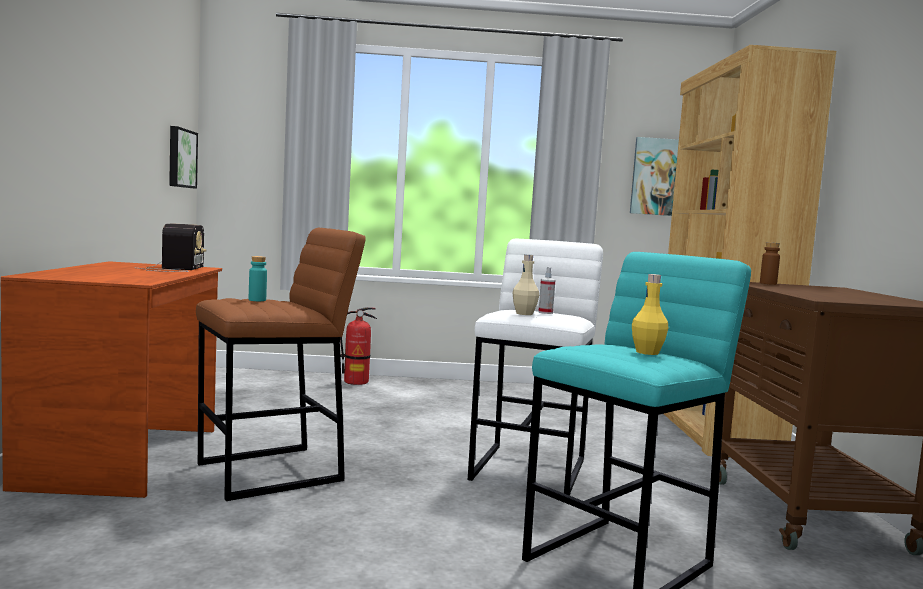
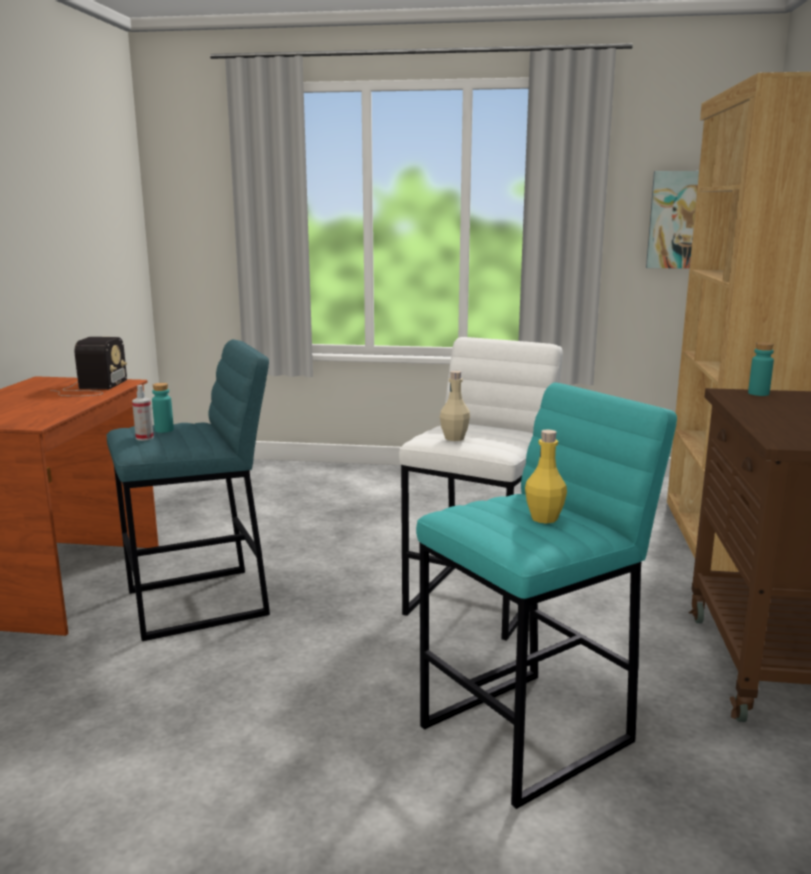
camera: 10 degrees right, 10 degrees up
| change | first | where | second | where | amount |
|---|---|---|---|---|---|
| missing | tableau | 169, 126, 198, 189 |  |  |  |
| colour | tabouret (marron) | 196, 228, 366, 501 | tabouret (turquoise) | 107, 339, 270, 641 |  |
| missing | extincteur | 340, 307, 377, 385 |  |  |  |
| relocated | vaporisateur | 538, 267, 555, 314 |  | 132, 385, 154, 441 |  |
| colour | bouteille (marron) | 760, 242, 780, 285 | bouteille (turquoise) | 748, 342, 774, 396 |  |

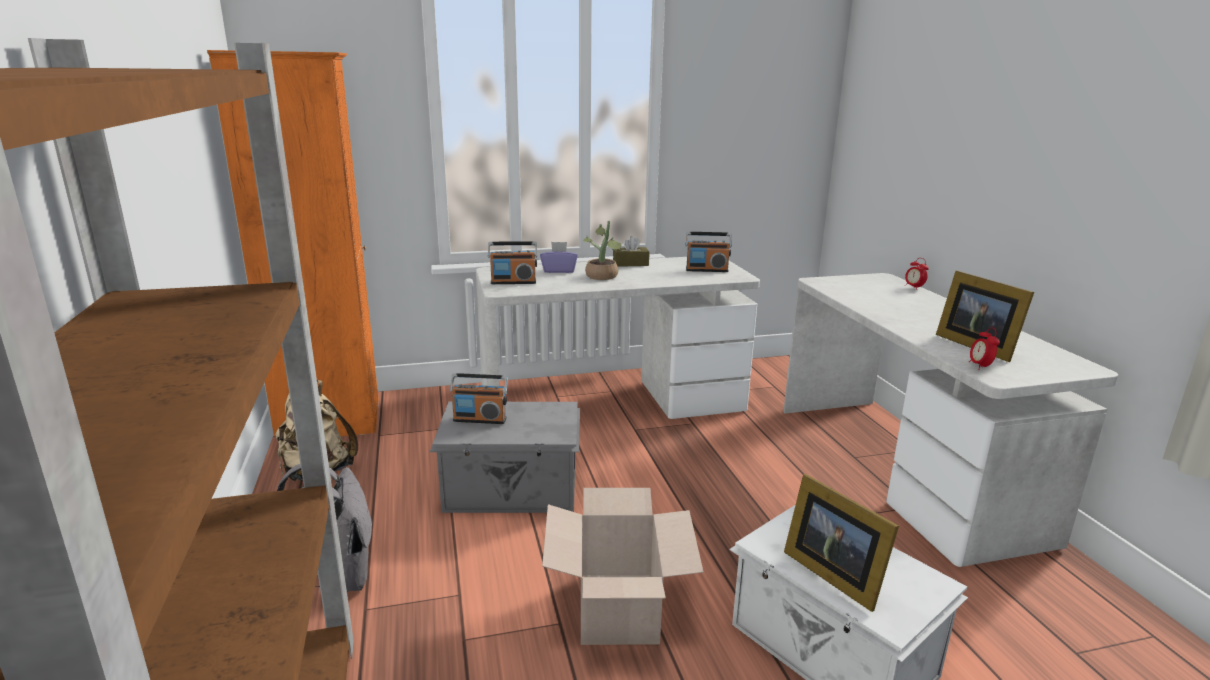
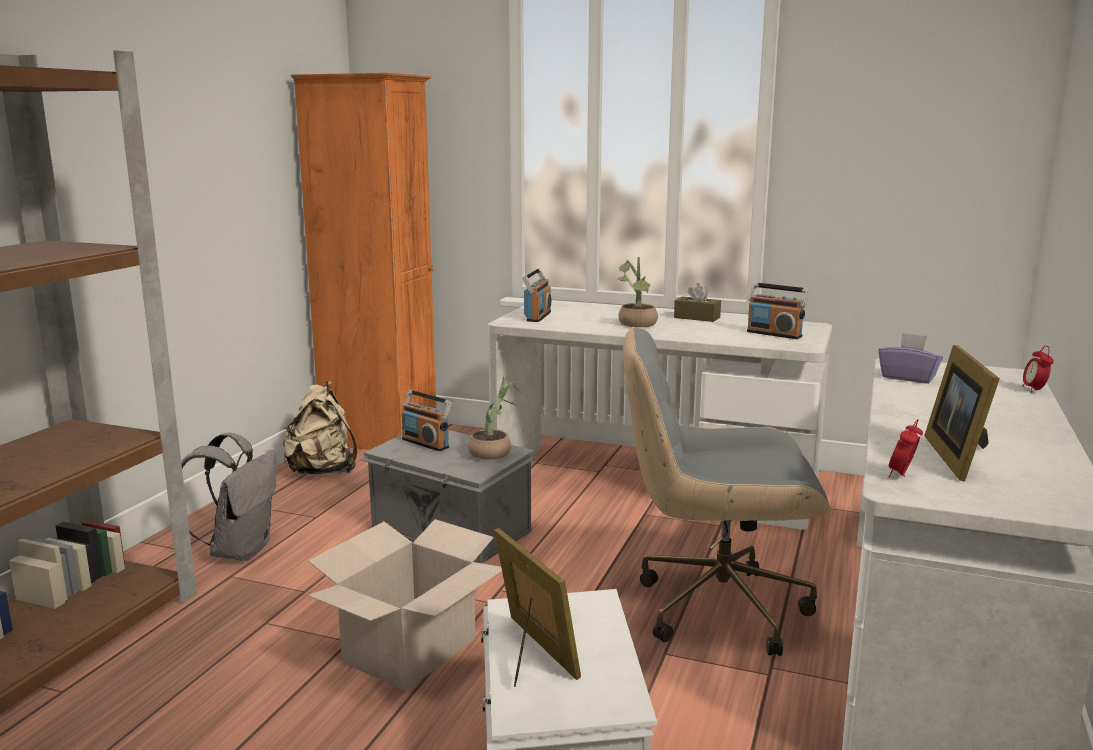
camera: 35 degrees right, 5 degrees down
| change | first | where | second | where | amount |
|---|---|---|---|---|---|
| spun | radio | 488, 241, 538, 284 |  | 522, 269, 552, 322 | 105 degrees counterclockwise |
| relocated | boîte à mouchoirs (violet) | 540, 242, 578, 273 |  | 878, 333, 943, 384 |  |
| spun | cadre photo | 784, 474, 899, 612 |  | 494, 528, 581, 687 | 150 degrees clockwise |
| appeared |  |  | plante en pot | 468, 376, 520, 460 |  |
| appeared |  |  | chaise de bureau (gris) | 623, 327, 830, 656 |  |

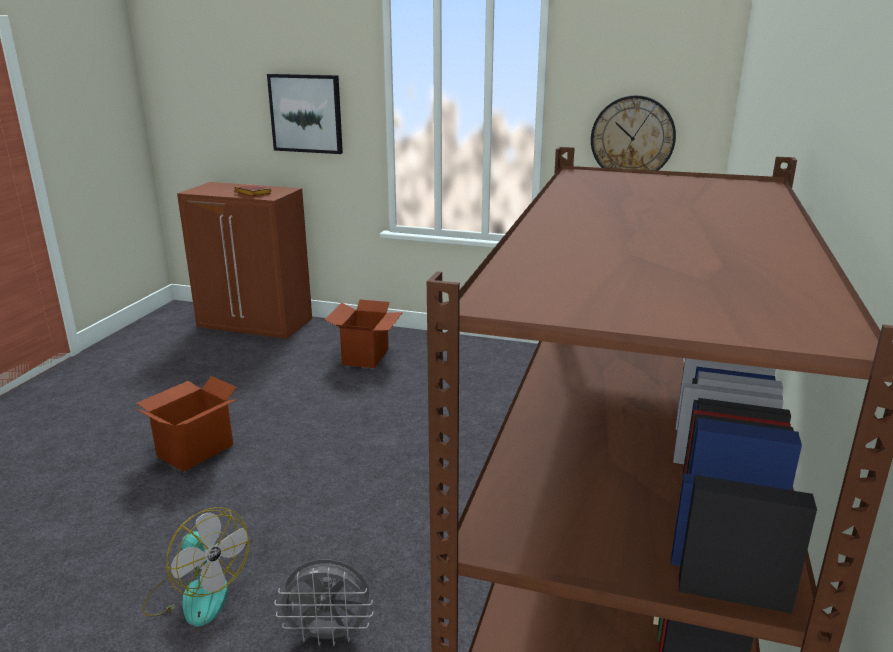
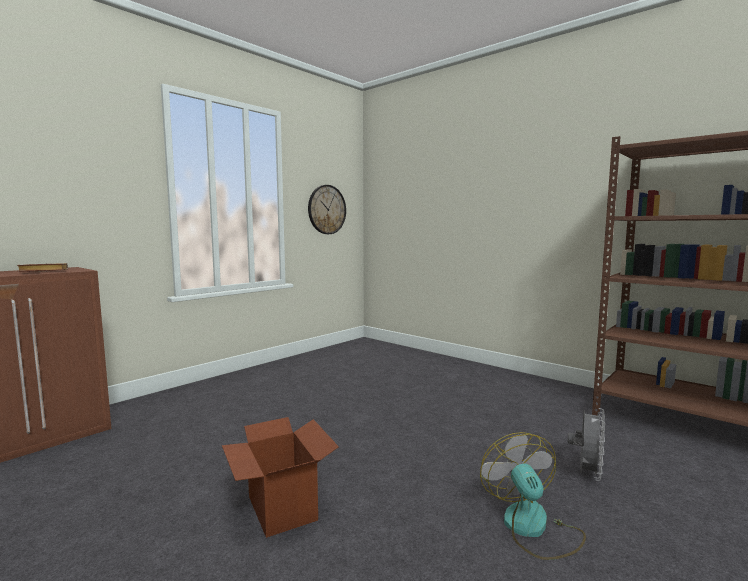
camera: 65 degrees left, 15 degrees down
| change | first | where | second | where | amount |
|---|---|---|---|---|---|
| spun | ventilateur | 142, 507, 249, 626 |  | 480, 432, 586, 560 | 75 degrees counterclockwise |
| missing | tableau | 267, 74, 343, 154 |  |  |  |
| missing | carton | 325, 299, 403, 368 |  |  |  |

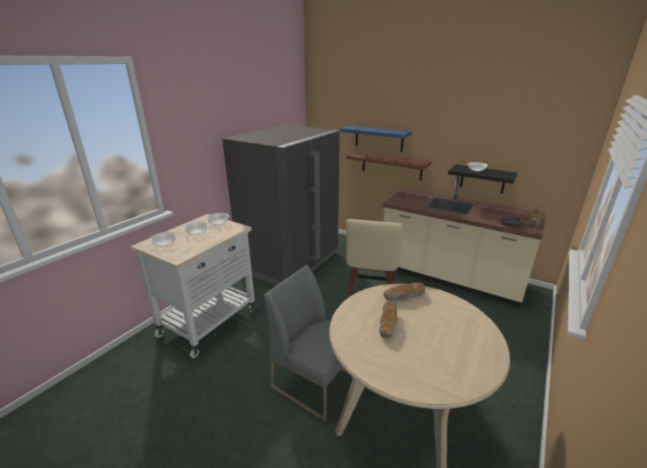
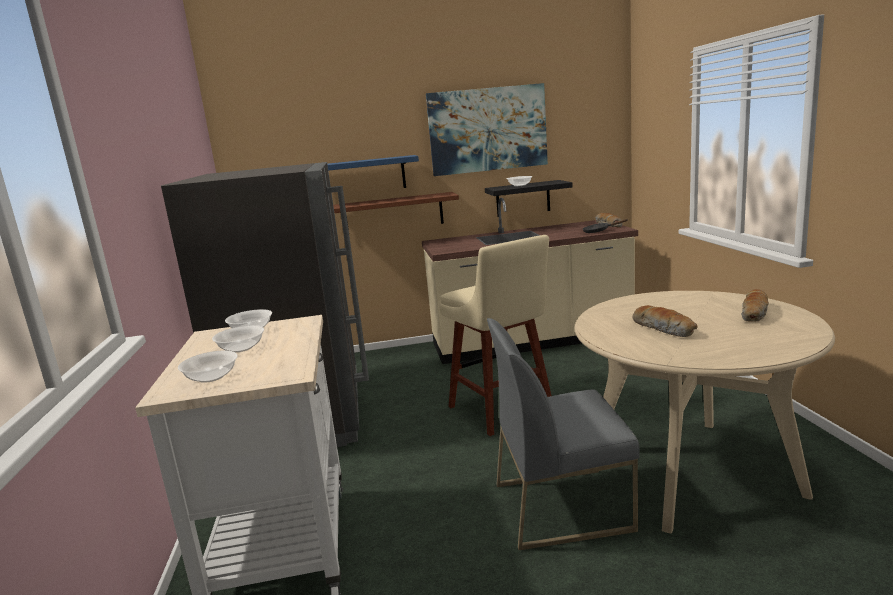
camera: 40 degrees left, 10 degrees down
| change | first | where | second | where | amount |
|---|---|---|---|---|---|
| relocated | pain | 384, 282, 425, 301 |  | 741, 289, 769, 322 |  |
| appeared |  |  | tableau | 426, 83, 548, 176 |  |

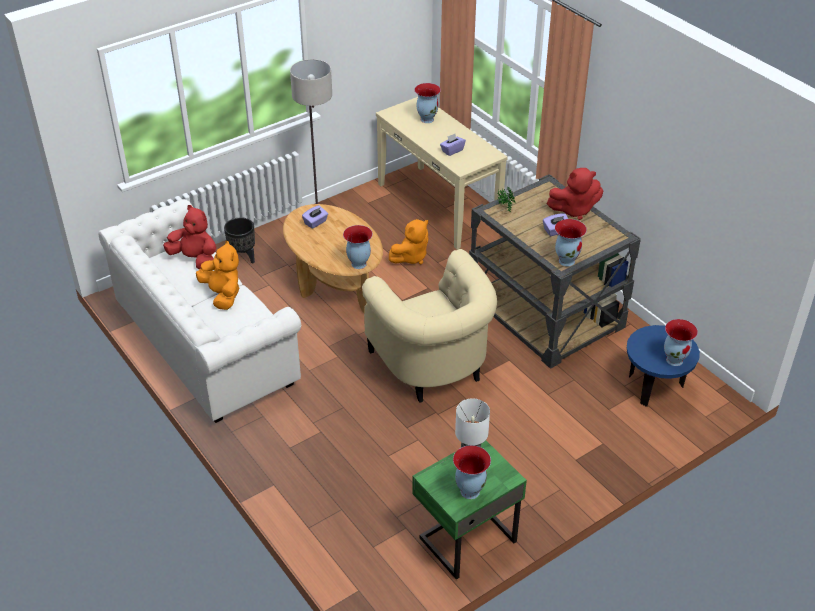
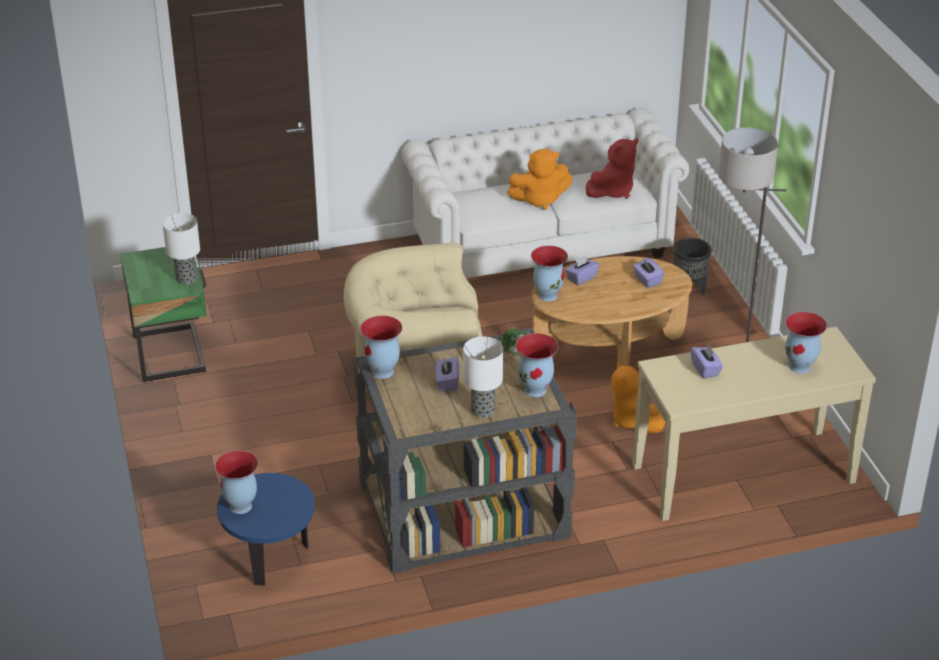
camera: 110 degrees right, 5 degrees down
| change | first | where | second | where | amount |
|---|---|---|---|---|---|
| relocated | vase | 453, 445, 491, 499 |  | 515, 333, 558, 397 |  |
| exchanged | peluche (rouge) | 547, 168, 603, 220 | lampe de table | 463, 336, 503, 418 |  |
| appeared |  |  | boîte à mouchoirs (violet) | 565, 255, 599, 285 |  |

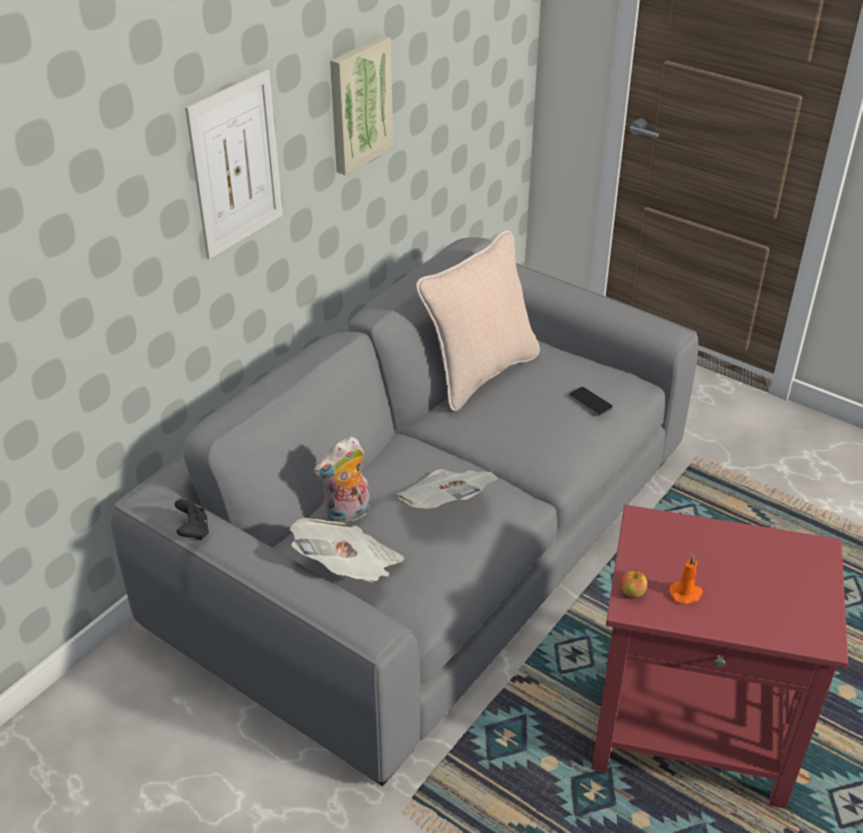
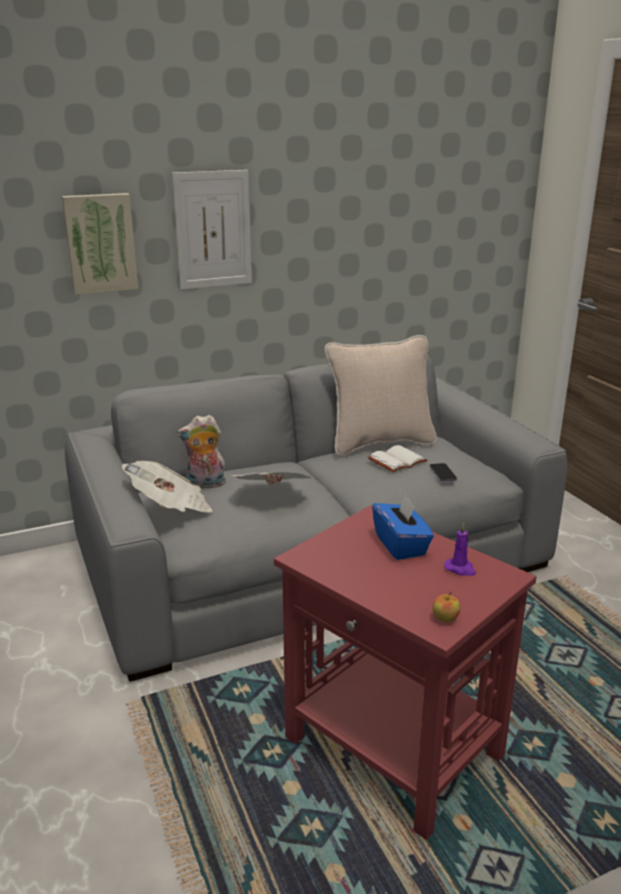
camera: 30 degrees right, 15 degrees down
| change | first | where | second | where | amount |
|---|---|---|---|---|---|
| missing | manette (noir) | 174, 499, 209, 540 |  |  |  |
| relocated | tableau | 330, 35, 393, 175 |  | 62, 193, 138, 295 |  |
| relocated | pomme | 620, 570, 647, 598 |  | 433, 592, 460, 622 |  |
| missing | bougie (orange) | 669, 555, 703, 604 |  |  |  |
| appeared |  |  | livre (blanc) | 368, 445, 428, 472 |  |
| appeared |  |  | boîte à mouchoirs (bleu) | 372, 494, 434, 560 |  |
| appeared |  |  | bougie (violet) | 444, 523, 476, 576 |  |

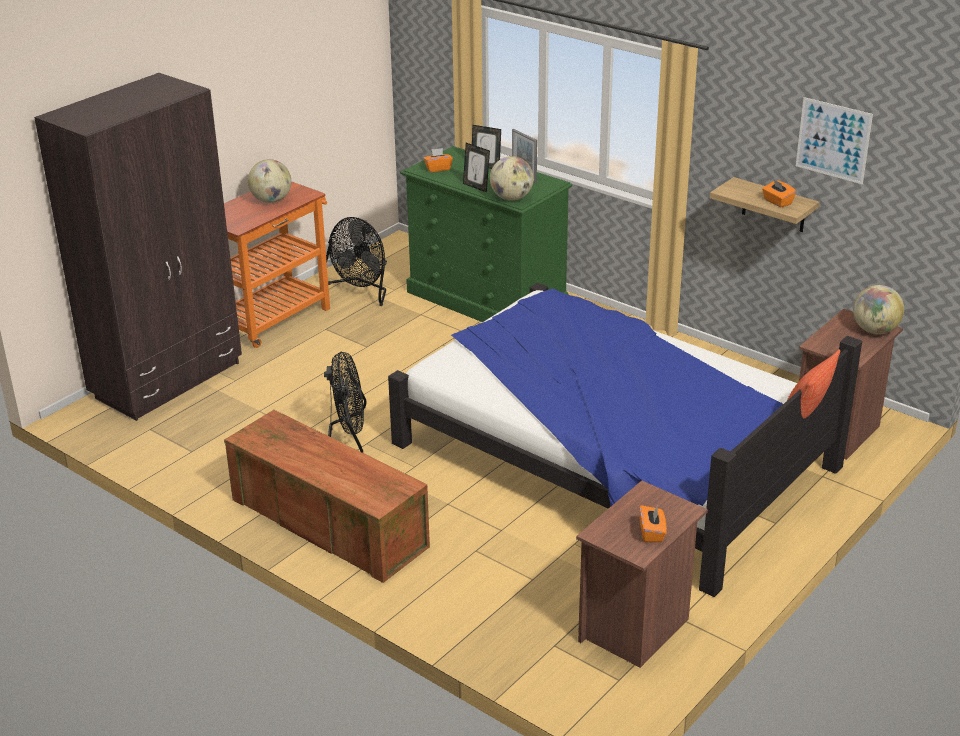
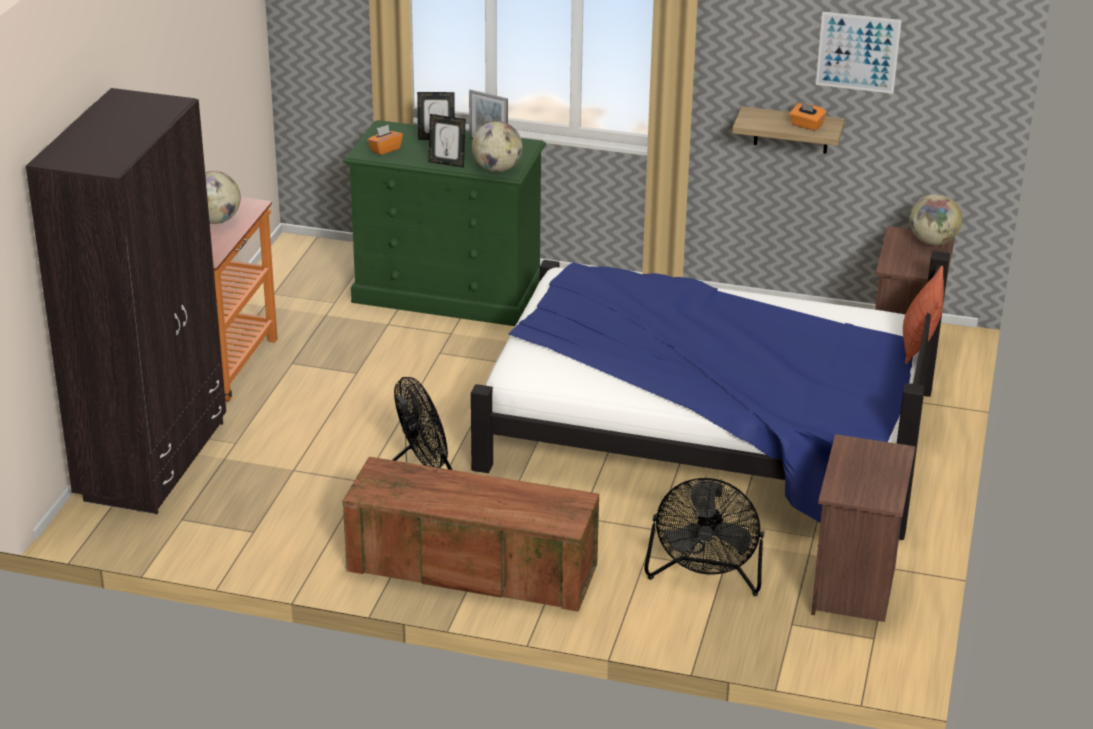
camera: 25 degrees left, 0 degrees up
| change | first | where | second | where | amount |
|---|---|---|---|---|---|
| relocated | ventilateur (noir) | 326, 217, 387, 306 |  | 644, 477, 764, 596 |  |
| missing | boîte à mouchoirs (orange) | 639, 505, 667, 542 |  |  |  |

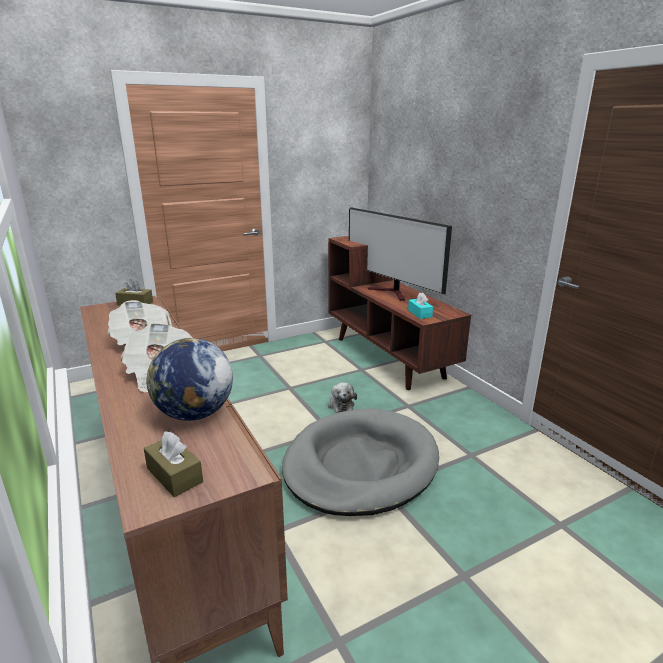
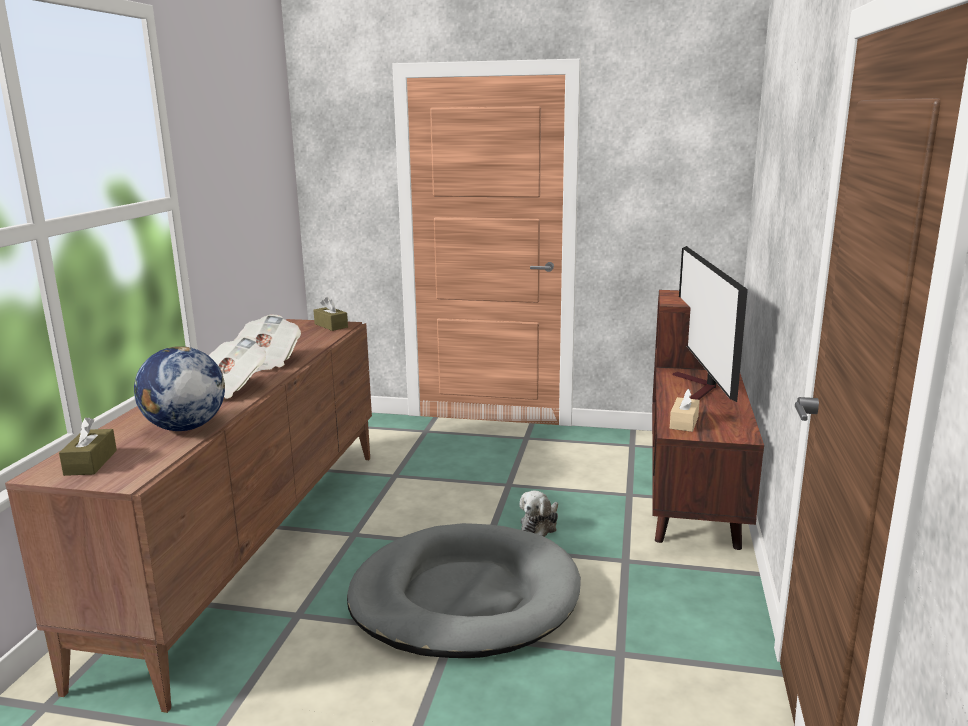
camera: 40 degrees right, 5 degrees down
| change | first | where | second | where | amount |
|---|---|---|---|---|---|
| colour | boîte à mouchoirs (turquoise) | 408, 292, 433, 319 | boîte à mouchoirs (beige) | 670, 389, 700, 432 |  |

